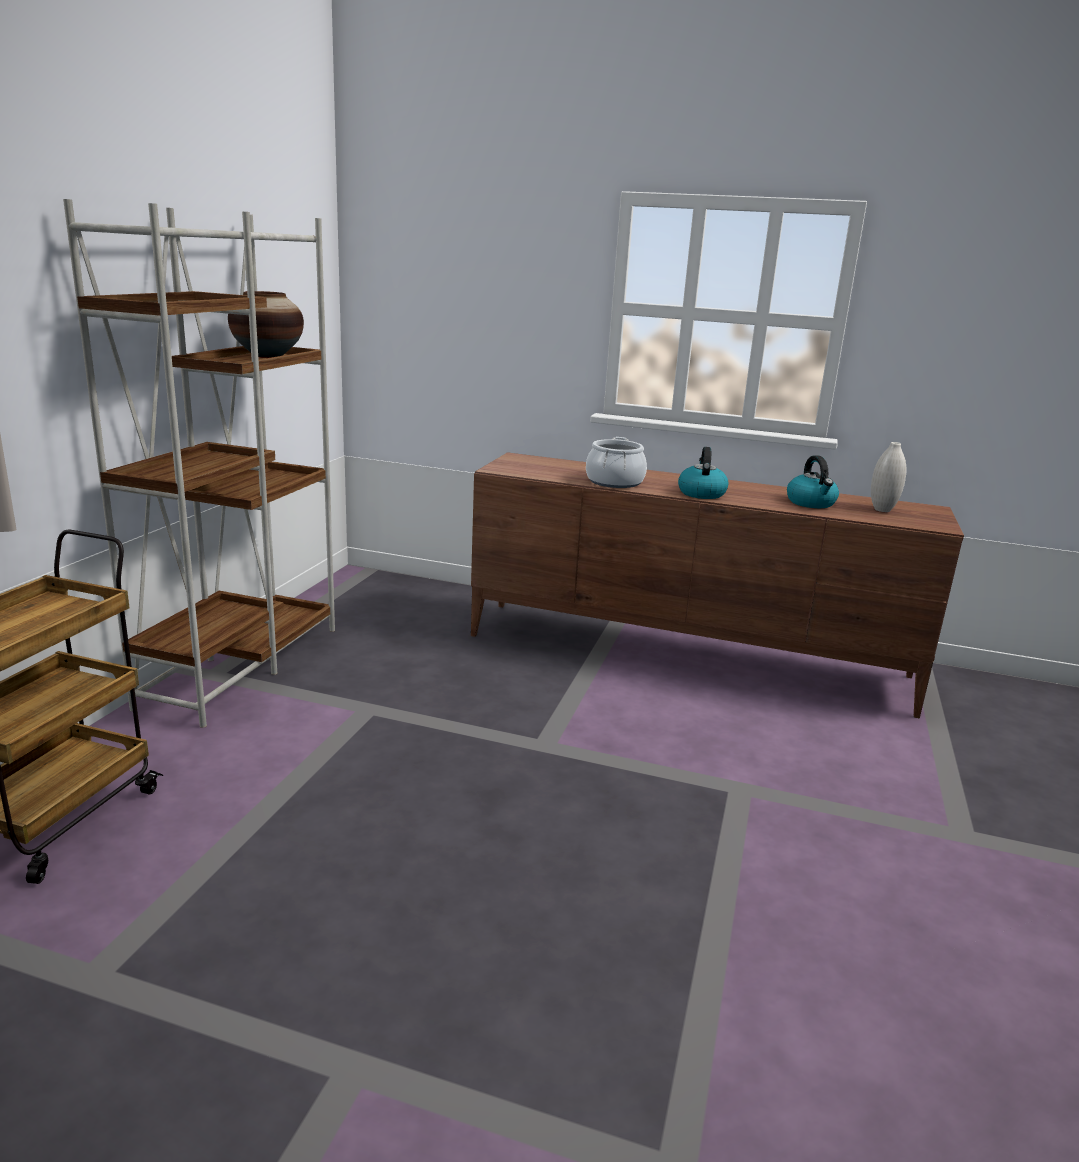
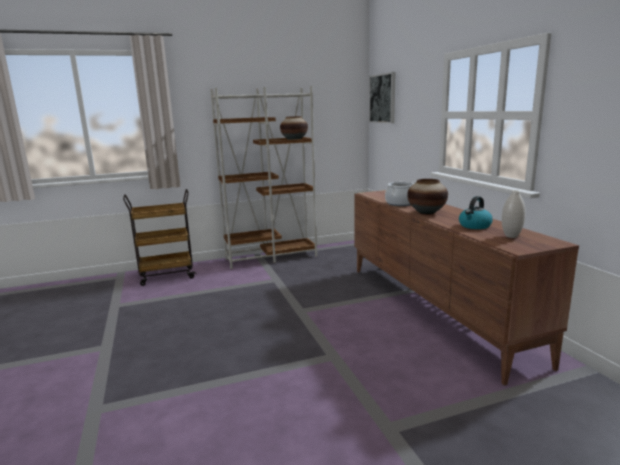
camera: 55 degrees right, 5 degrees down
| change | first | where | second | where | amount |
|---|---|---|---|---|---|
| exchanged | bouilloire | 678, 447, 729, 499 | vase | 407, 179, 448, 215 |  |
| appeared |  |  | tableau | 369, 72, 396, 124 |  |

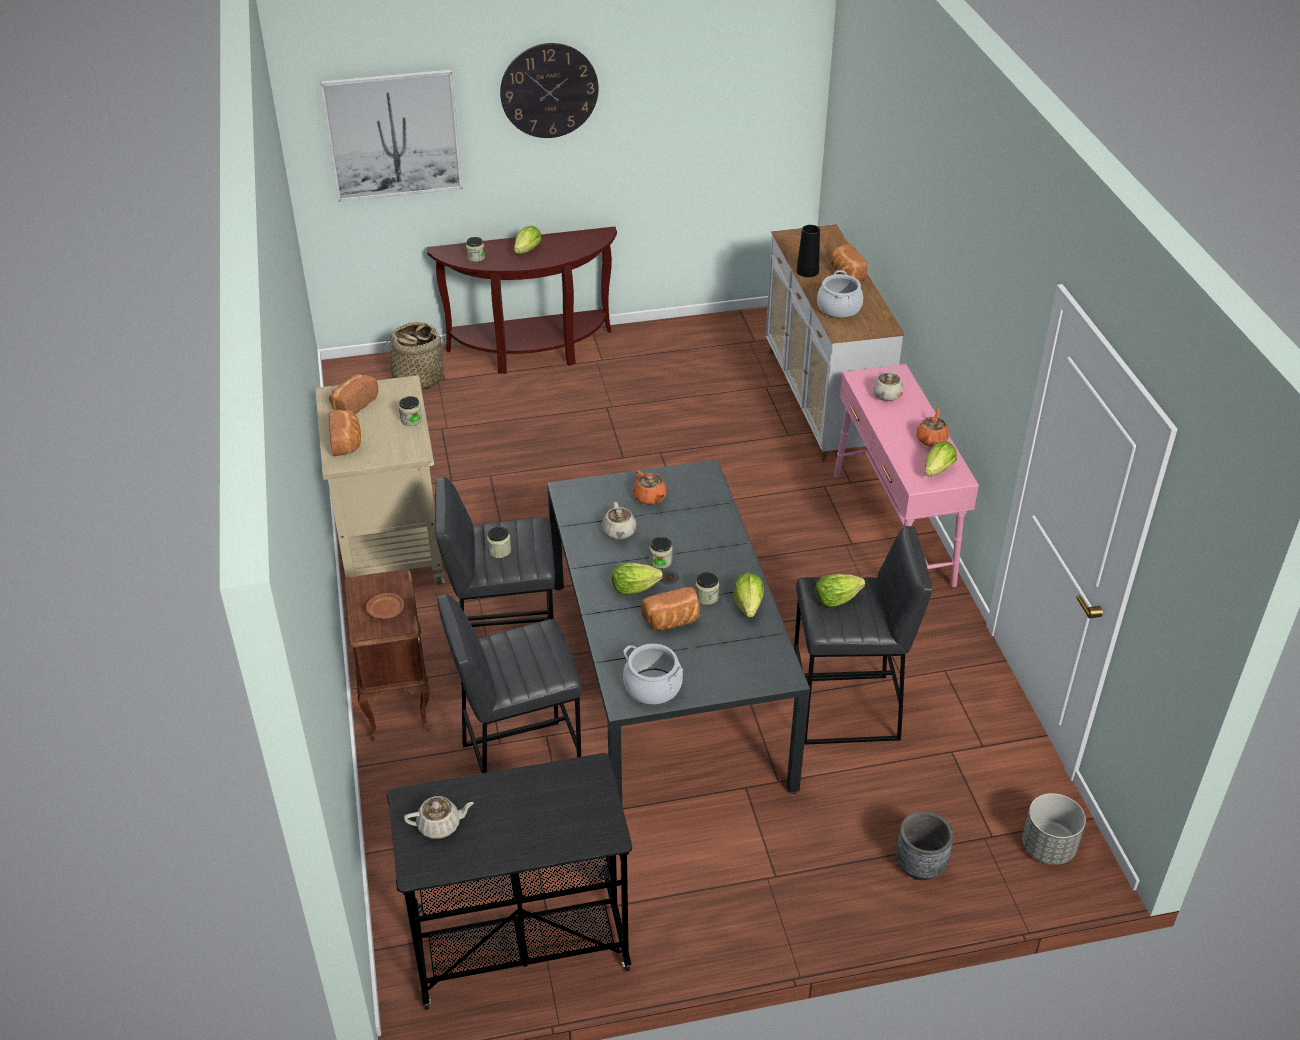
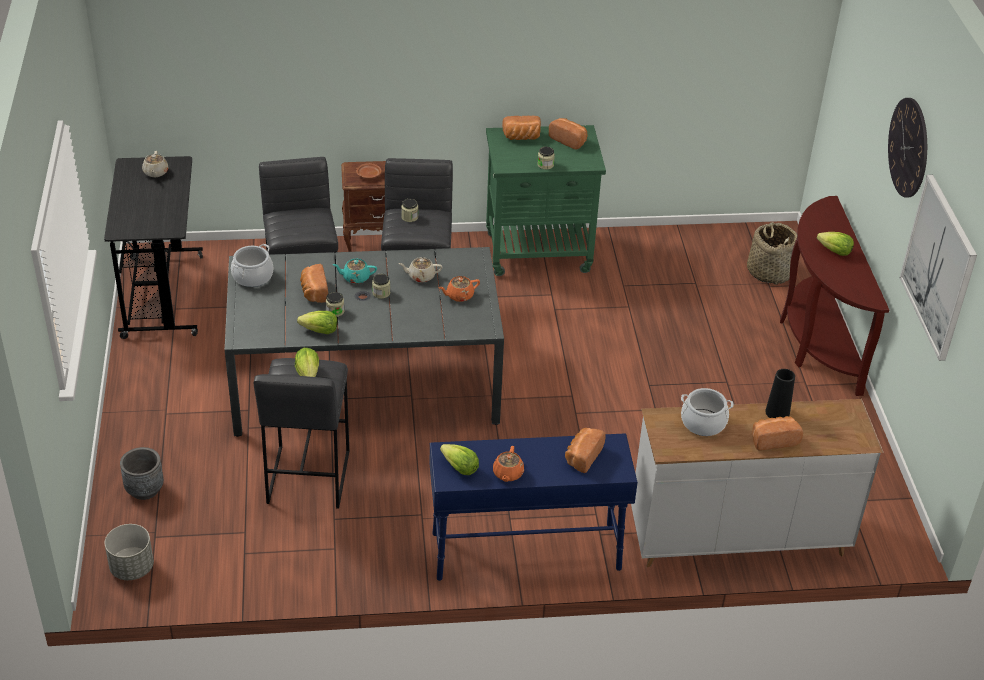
camera: 95 degrees right, 0 degrees up
| change | first | where | second | where | amount |
|---|---|---|---|---|---|
| colour | chariot (beige) | 316, 375, 445, 585 | chariot (vert) | 486, 125, 606, 276 |  |
| relocated | tableau | 320, 69, 463, 202 |  | 900, 175, 977, 361 |  |
| missing | bocal | 466, 237, 485, 262 |  |  |  |
| exchanged | laitue | 612, 563, 663, 595 | théière (turquoise) | 332, 259, 377, 284 |  |
| colour | table console (rose) | 834, 364, 979, 587 | table console (bleu) | 429, 434, 638, 581 |  |
| exchanged | théière (beige) | 872, 369, 904, 401 | pain | 565, 428, 605, 473 |  |
| spun | théière (orange) | 916, 408, 949, 447 |  | 493, 446, 524, 482 | 75 degrees clockwise |

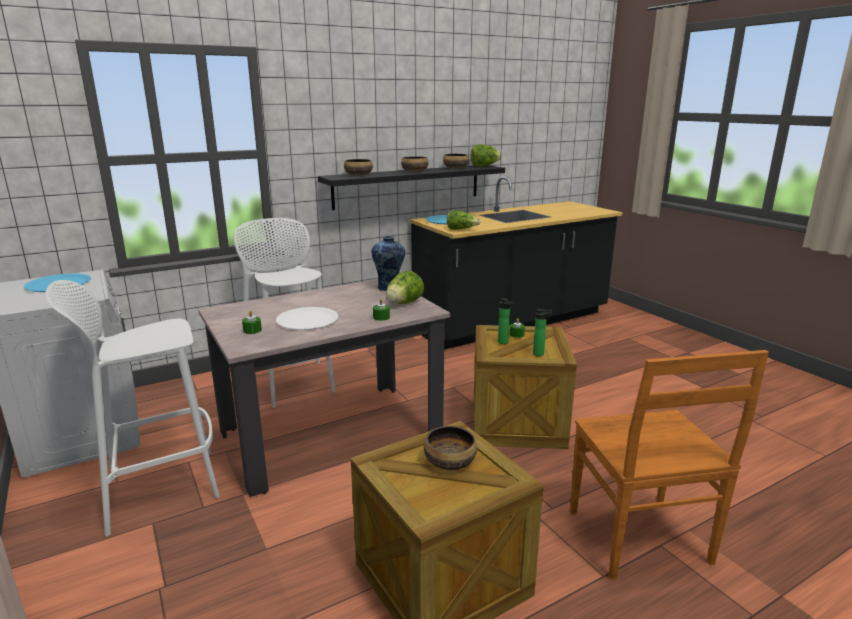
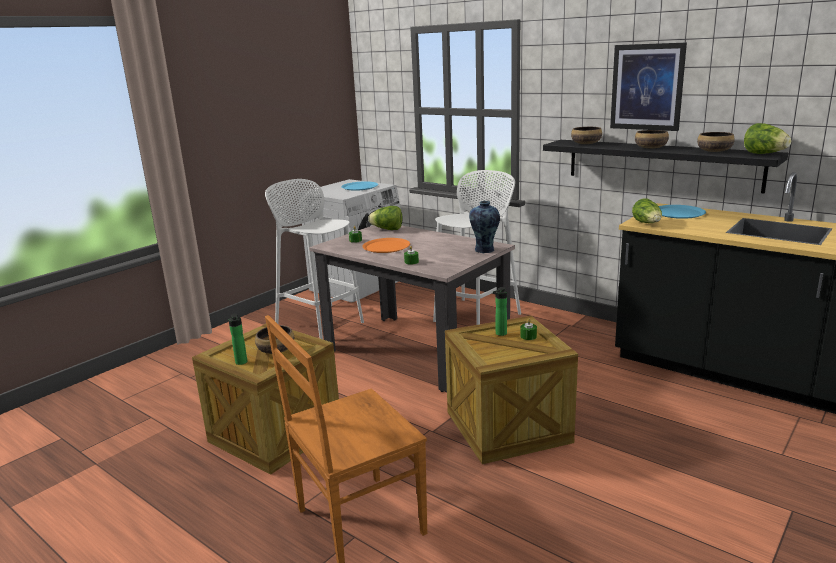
camera: 70 degrees right, 0 degrees up
| change | first | where | second | where | amount |
|---|---|---|---|---|---|
| colour | assiette (blanc) | 276, 307, 338, 330 | assiette (orange) | 362, 238, 410, 253 |  |
| relocated | laitue | 386, 271, 424, 304 |  | 368, 206, 402, 230 |  |
| relocated | bouteille | 533, 309, 552, 356 |  | 229, 313, 247, 365 |  |
| appeared |  |  | tableau | 610, 42, 687, 131 |  |

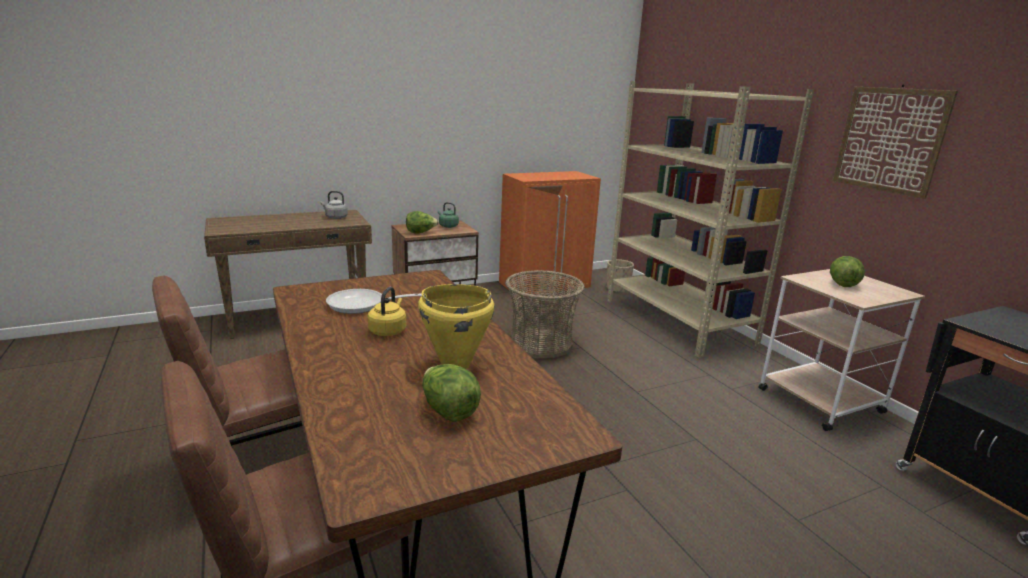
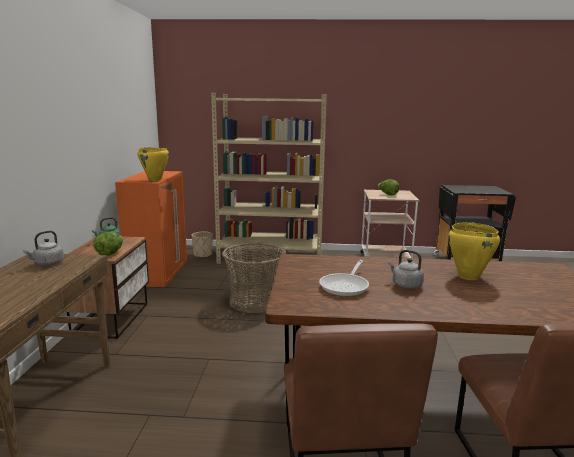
camera: 60 degrees left, 5 degrees down
| change | first | where | second | where | amount |
|---|---|---|---|---|---|
| colour | bouilloire (jaune) | 368, 287, 407, 336 | bouilloire (gris) | 388, 250, 424, 289 |  |
| missing | laitue | 422, 364, 481, 422 |  |  |  |
| missing | tableau | 833, 85, 958, 199 |  |  |  |
| appeared |  |  | marmite (jaune) | 137, 148, 169, 181 |  |

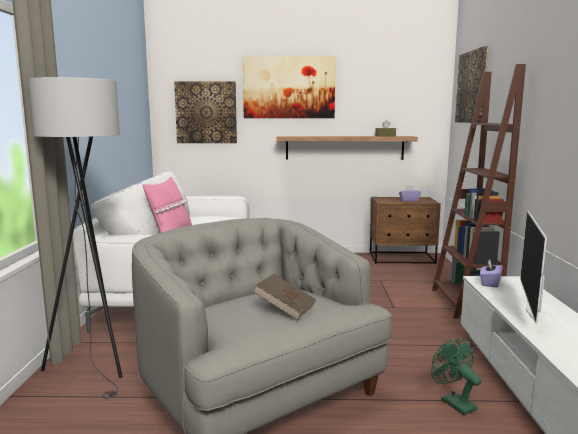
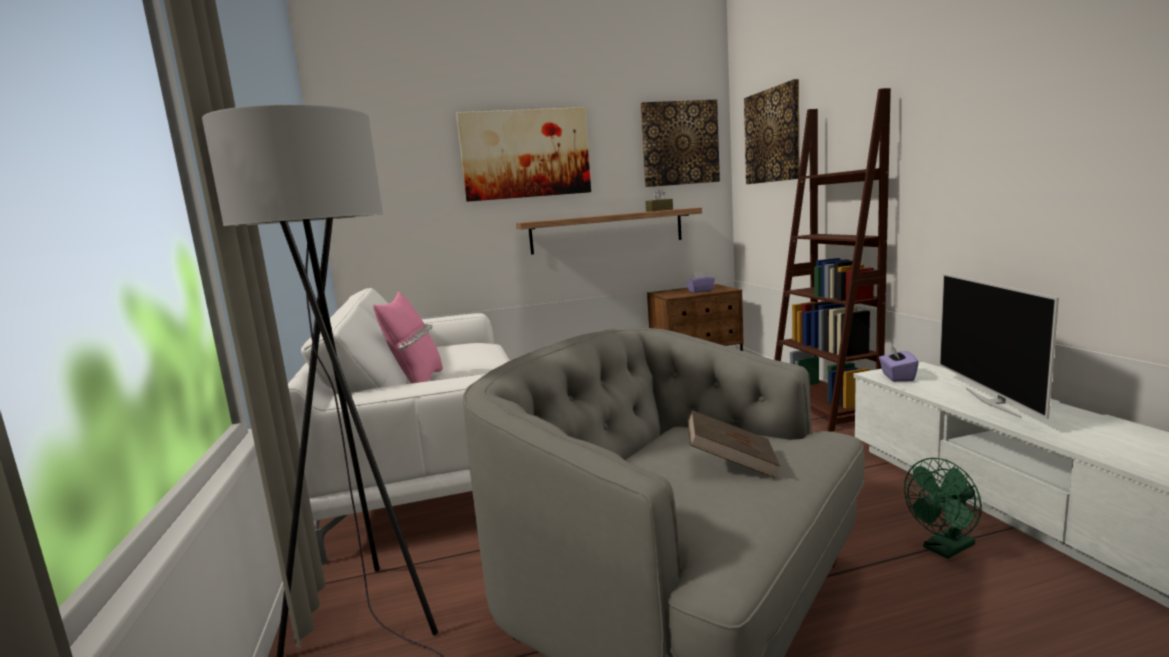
camera: 15 degrees left, 0 degrees up
| change | first | where | second | where | amount |
|---|---|---|---|---|---|
| relocated | tableau | 174, 81, 237, 143 |  | 640, 99, 720, 187 |  |
| spun | ventilateur (vert) | 431, 338, 481, 415 |  | 904, 458, 982, 559 | 75 degrees counterclockwise |

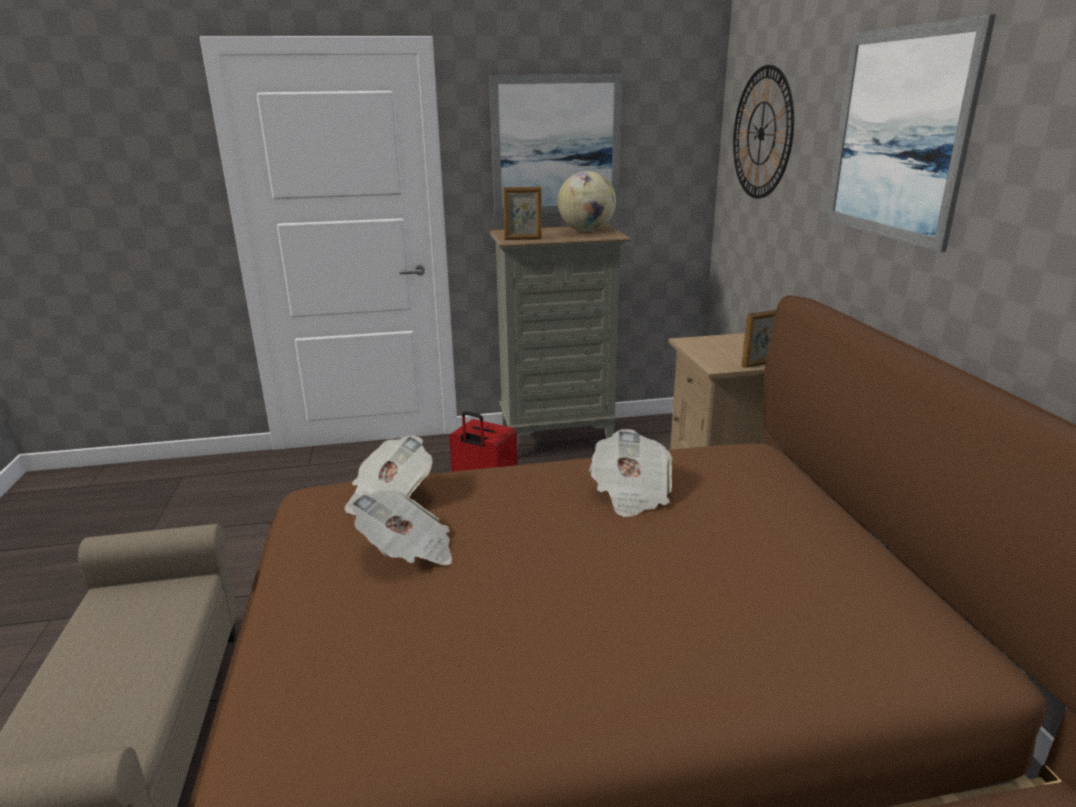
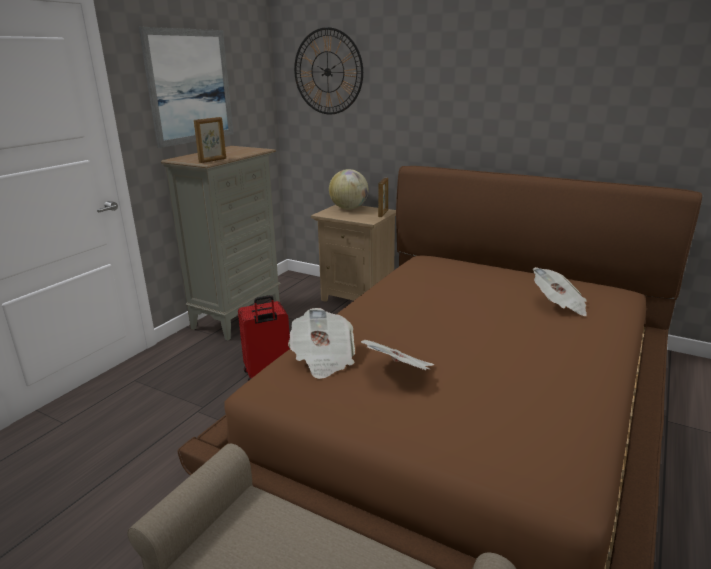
camera: 50 degrees left, 0 degrees up
| change | first | where | second | where | amount |
|---|---|---|---|---|---|
| relocated | globe | 558, 171, 616, 231 |  | 329, 169, 368, 209 |  |
| relocated | journal | 589, 429, 672, 517 |  | 533, 267, 587, 316 |  |
| missing | tableau | 826, 14, 996, 252 |  |  |  |

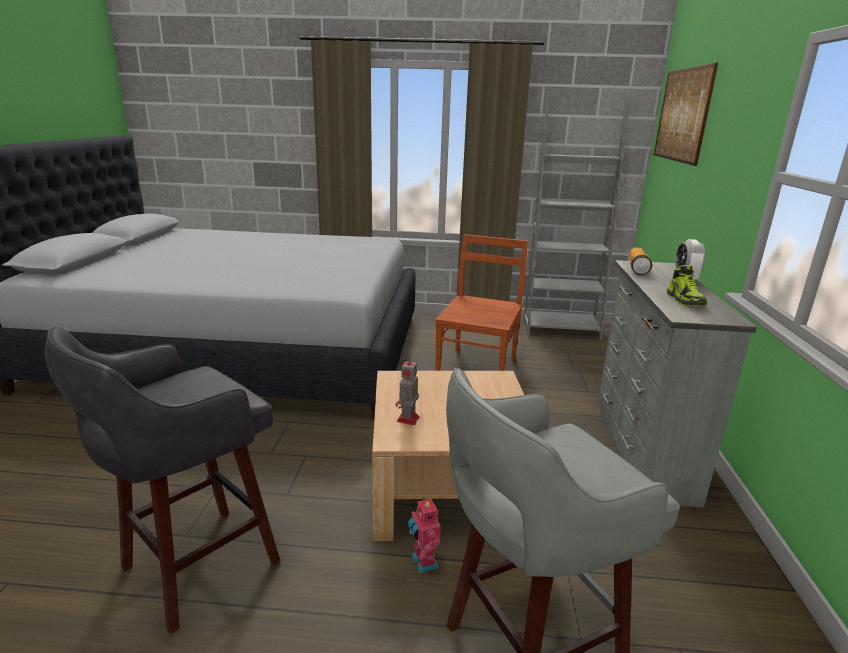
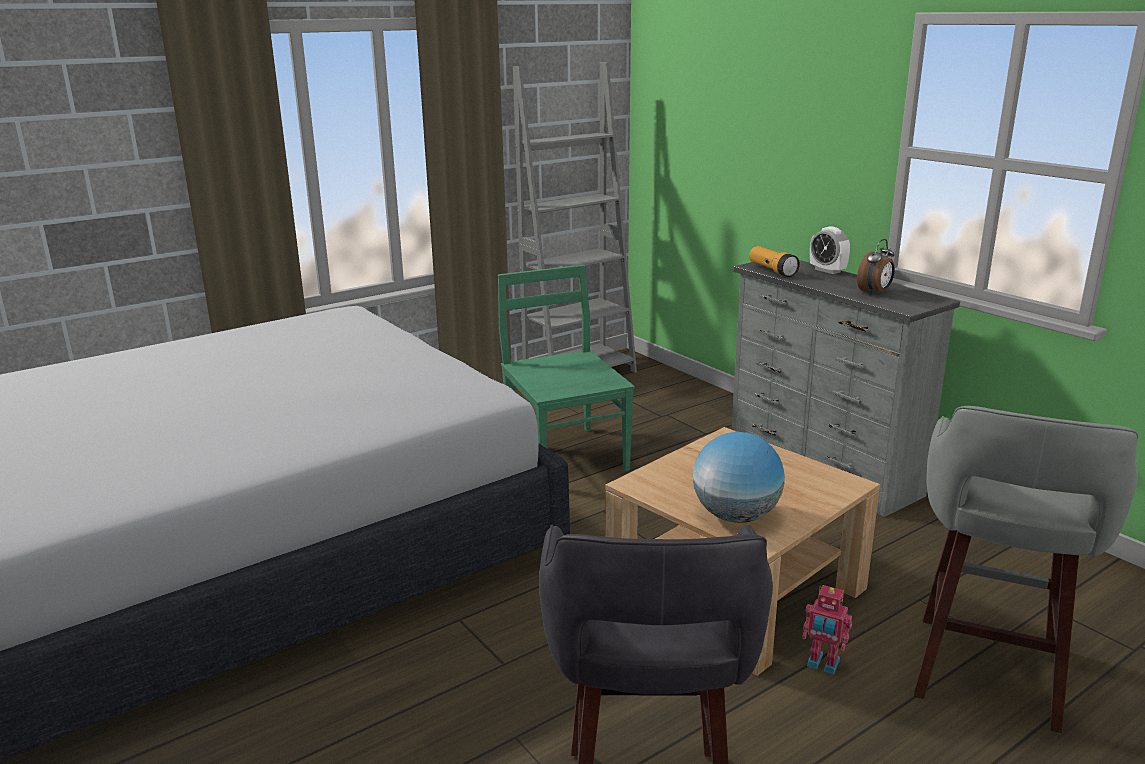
camera: 40 degrees left, 0 degrees up
| change | first | where | second | where | amount |
|---|---|---|---|---|---|
| exchanged | robot jouet | 396, 356, 420, 425 | globe | 693, 432, 785, 523 |  |
| colour | chaise (marron) | 435, 234, 528, 371 | chaise (vert) | 498, 265, 635, 471 |  |
| missing | tableau | 654, 62, 718, 166 |  |  |  |
| exchanged | chaussure | 667, 265, 707, 307 | réveil | 857, 239, 895, 295 |  |

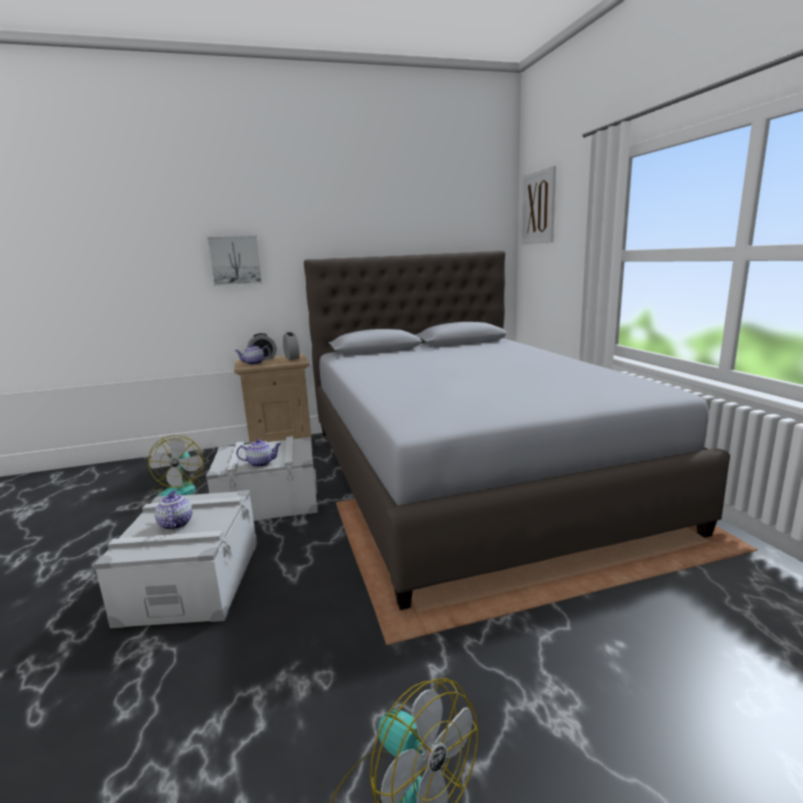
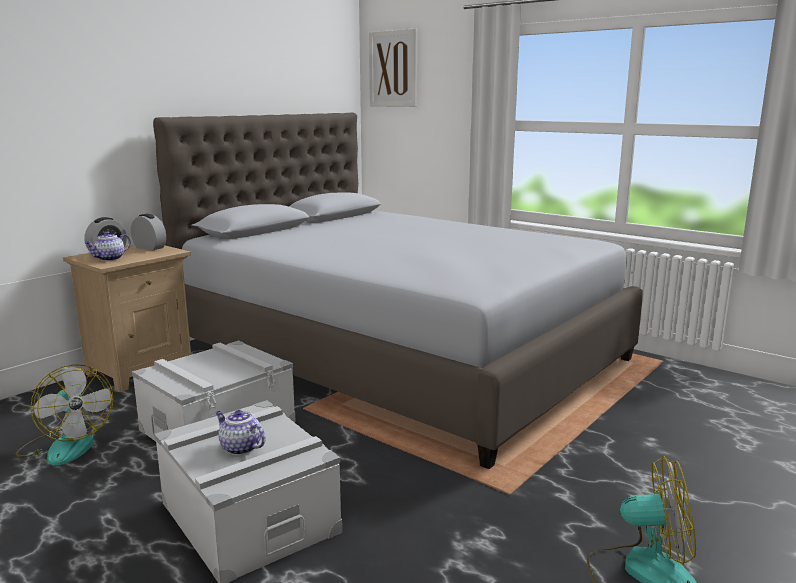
camera: 35 degrees left, 0 degrees up
| change | first | where | second | where | amount |
|---|---|---|---|---|---|
| missing | tableau | 207, 235, 263, 286 |  |  |  |
| missing | théière | 236, 439, 281, 467 |  |  |  |

